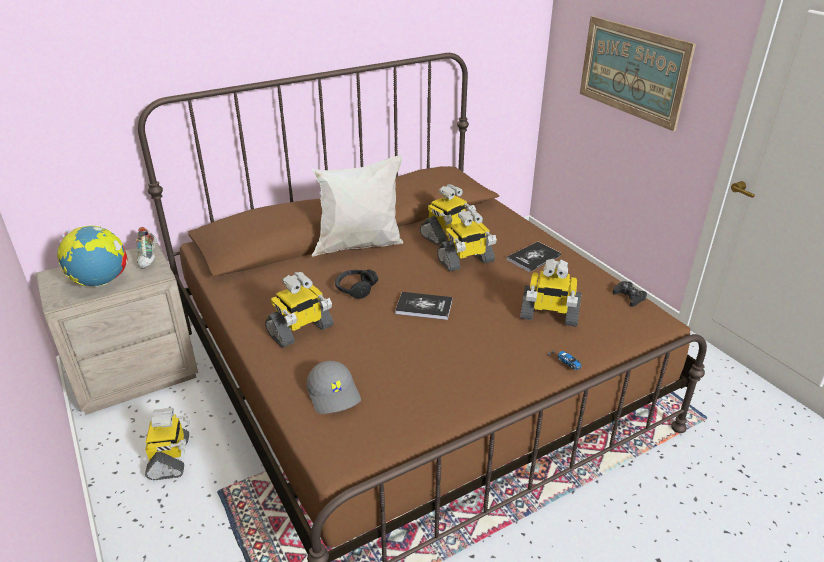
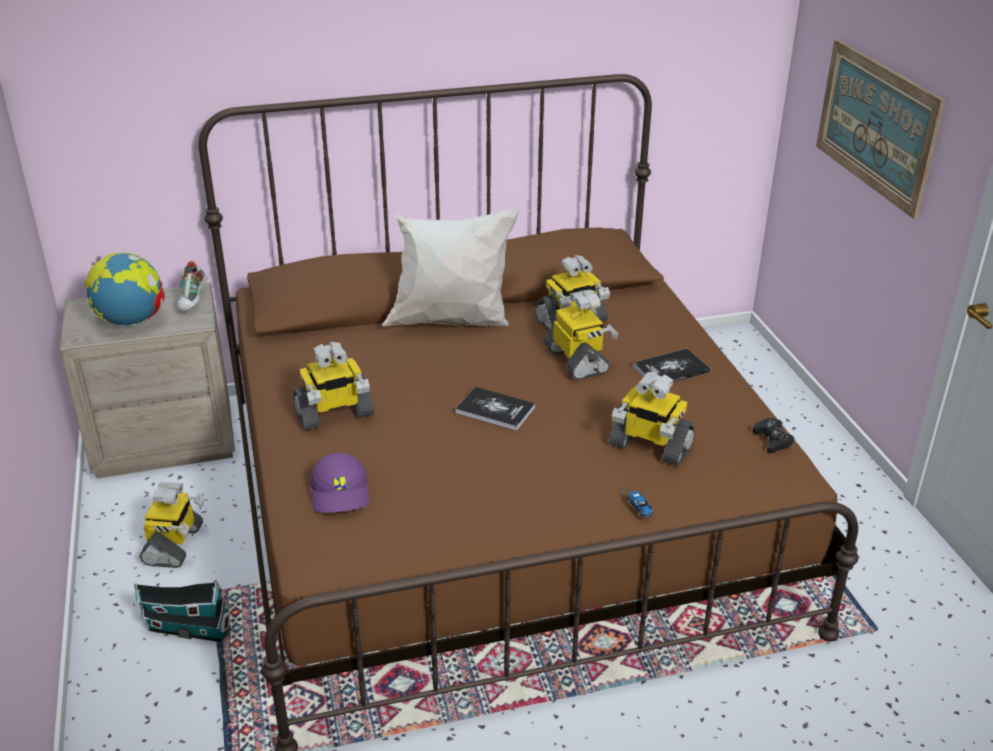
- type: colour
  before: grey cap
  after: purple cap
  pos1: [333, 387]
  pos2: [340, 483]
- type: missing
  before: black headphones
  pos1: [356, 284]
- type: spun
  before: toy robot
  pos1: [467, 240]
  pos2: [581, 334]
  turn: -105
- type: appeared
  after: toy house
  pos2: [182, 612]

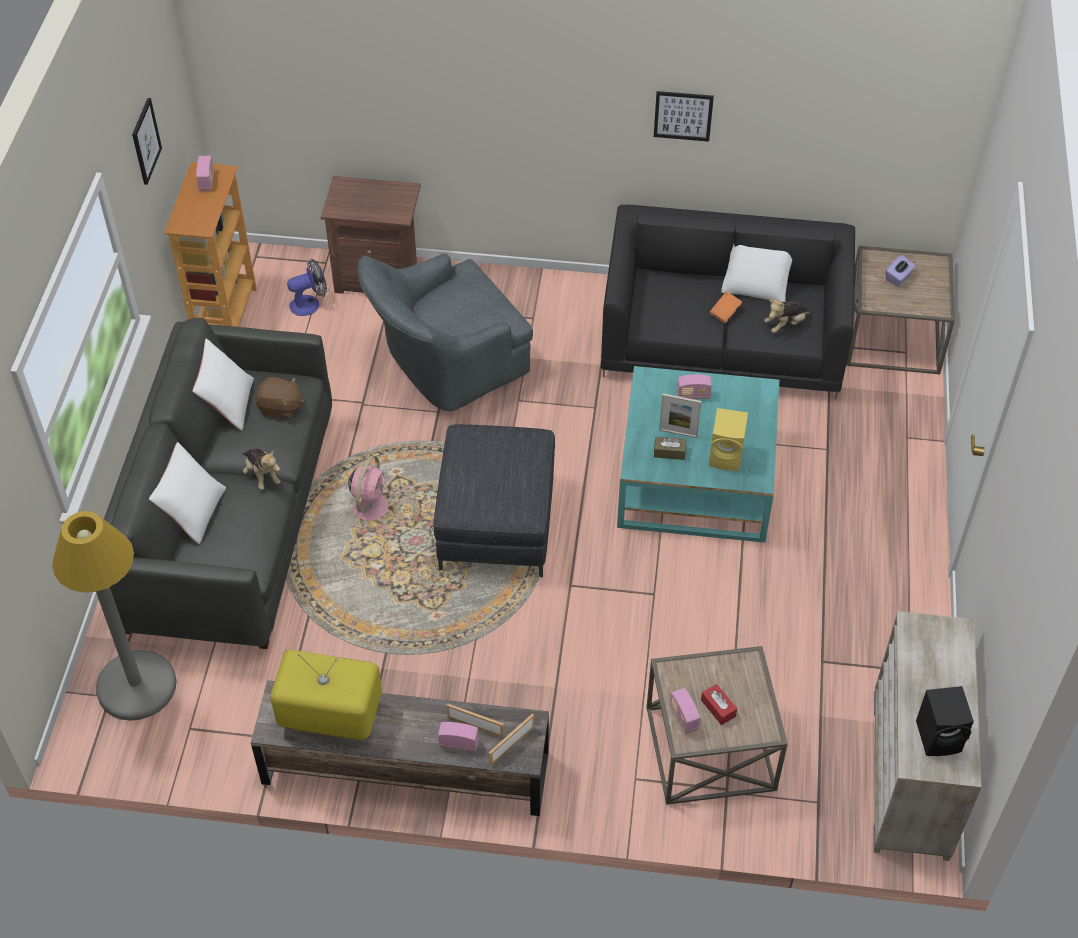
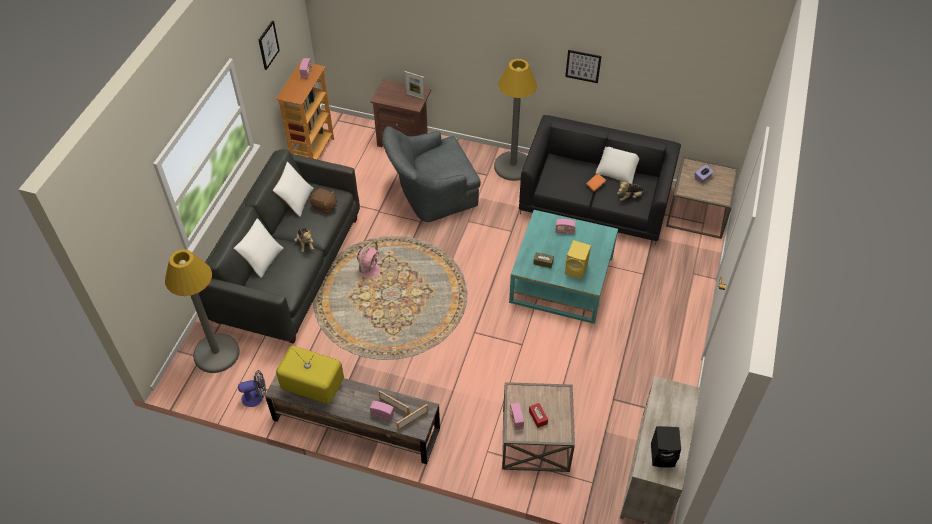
- type: relocated
  before: fan
  pos1: [307, 287]
  pos2: [252, 388]
- type: missing
  before: grey ottoman
  pos1: [494, 500]
- type: relocated
  before: picture frame
  pos1: [680, 415]
  pos2: [415, 85]
- type: appeared
  after: grey floor lamp
  pos2: [515, 120]

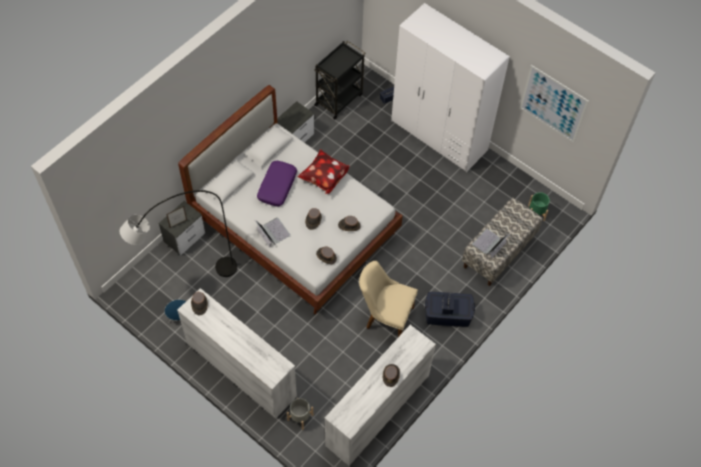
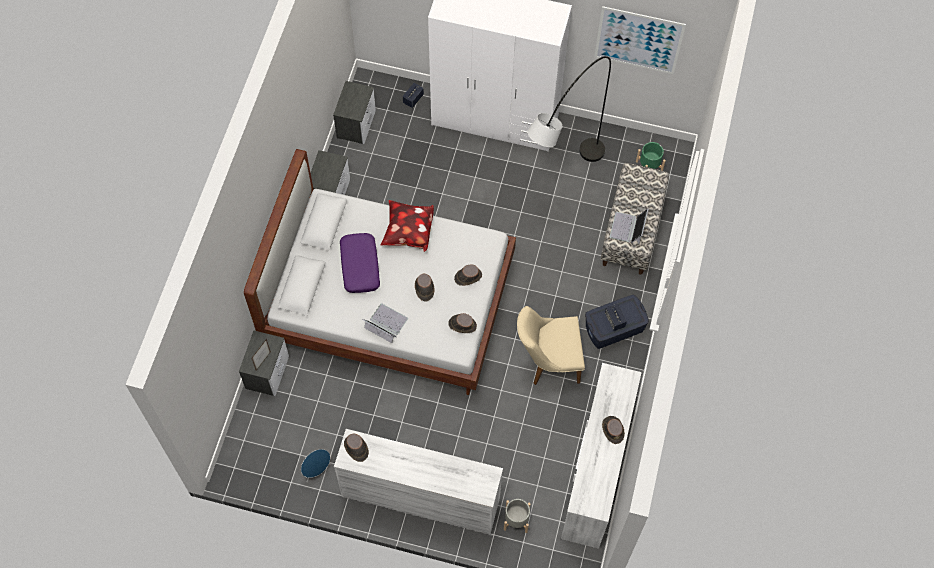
- type: relocated
  before: grey floor lamp
  pos1: [178, 233]
  pos2: [569, 109]
- type: exchanged
  before: black cart
  after: nightstand
  pos1: [339, 80]
  pos2: [354, 112]

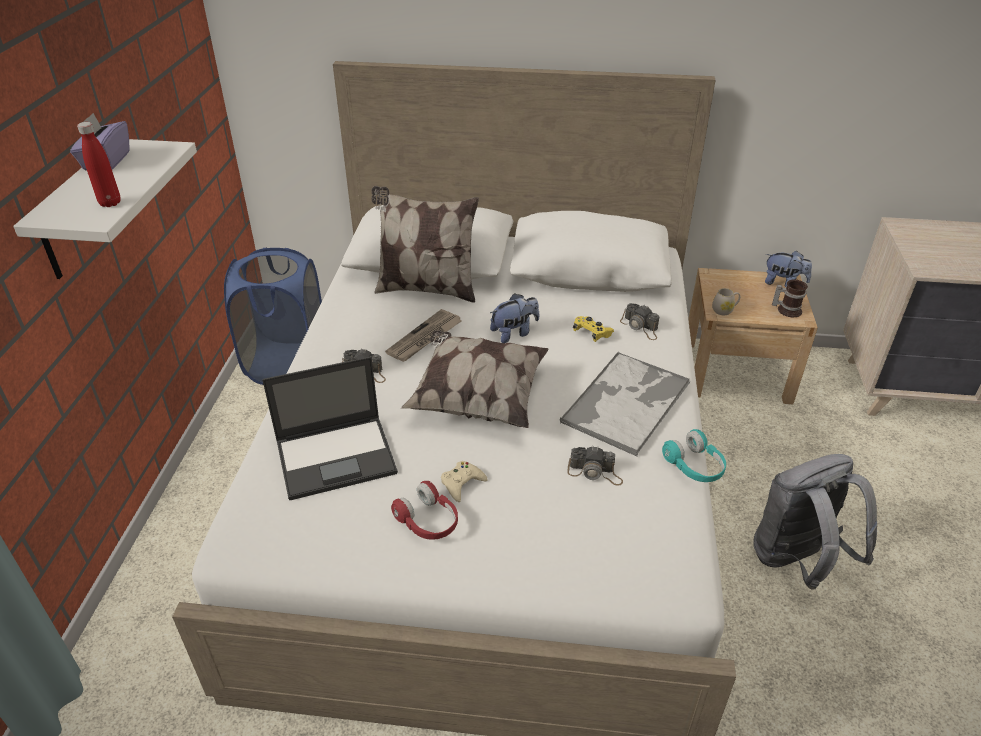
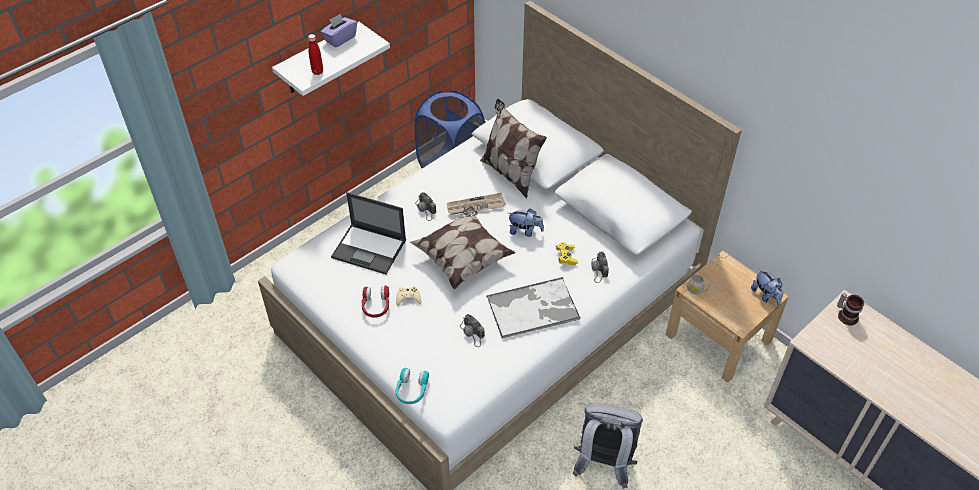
- type: relocated
  before: turquoise headphones
  pos1: [694, 455]
  pos2: [412, 386]
- type: relocated
  before: mug
  pos1: [790, 298]
  pos2: [850, 309]

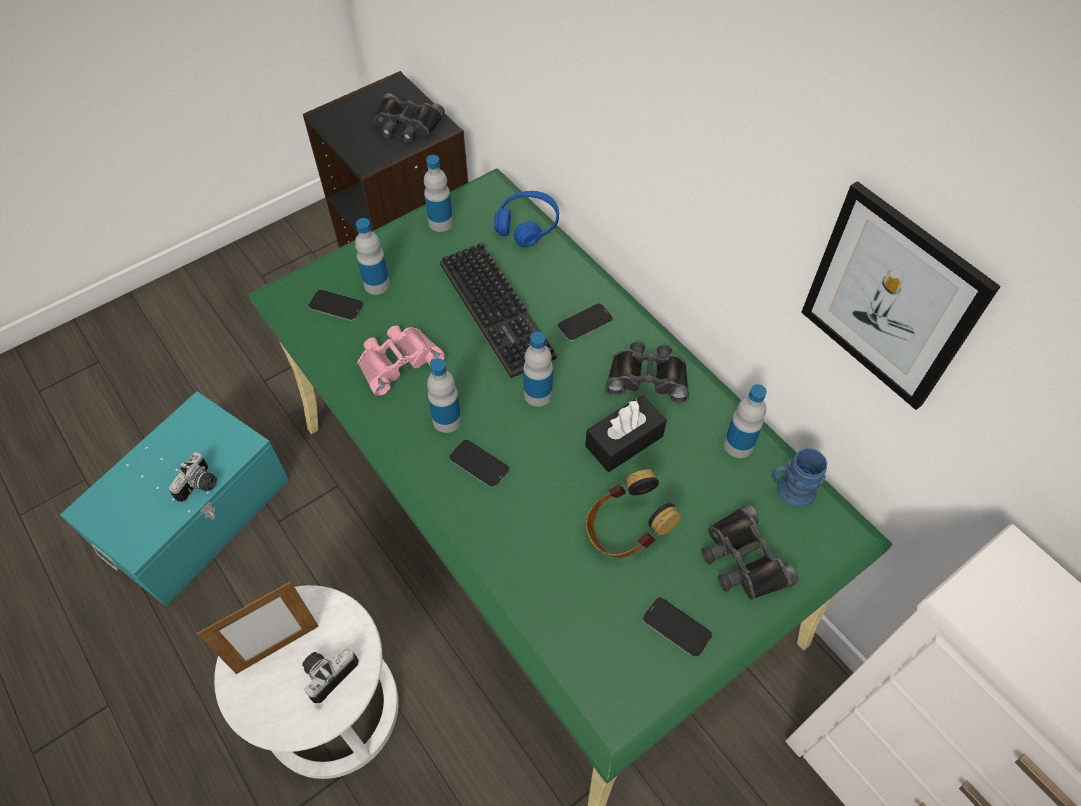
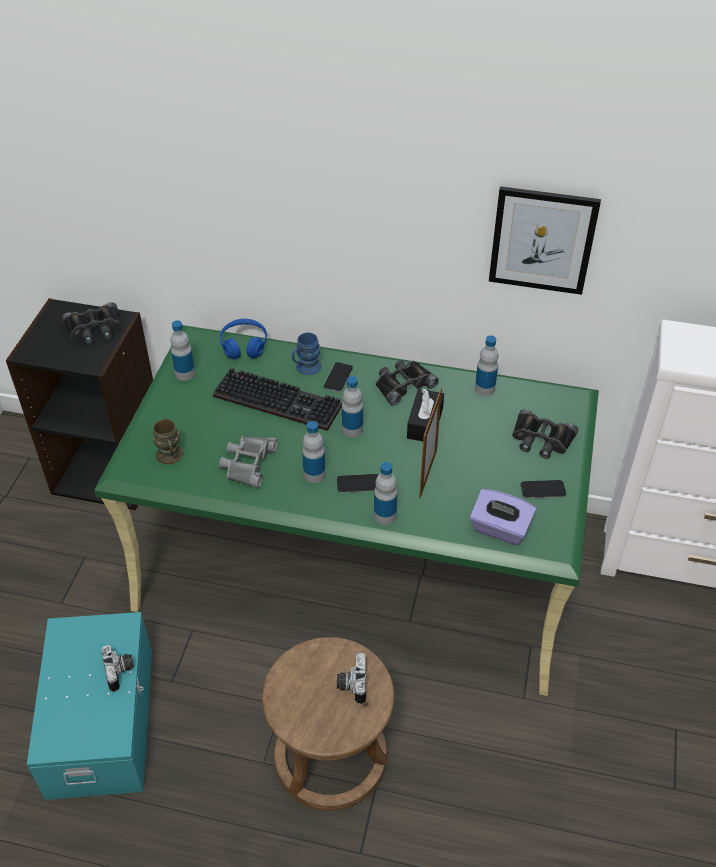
- type: relocated
  before: picture frame
  pos1: [258, 627]
  pos2: [430, 443]
- type: colour
  before: white stool
  after: brown stool
  pos1: [306, 682]
  pos2: [328, 724]
- type: exchanged
  before: phone
  after: brown mug
  pos1: [336, 305]
  pos2: [167, 441]
- type: relocated
  before: bottle
  pos1: [372, 256]
  pos2: [385, 493]
- type: colour
  before: pink binoculars
  after: grey binoculars
  pos1: [401, 360]
  pos2: [248, 462]
- type: missing
  before: headphones
  pos1: [633, 513]
- type: relocated
  before: blue mug
  pos1: [799, 477]
  pos2: [307, 354]
- type: appeared
  after: purple tissue box
  pos2: [503, 517]

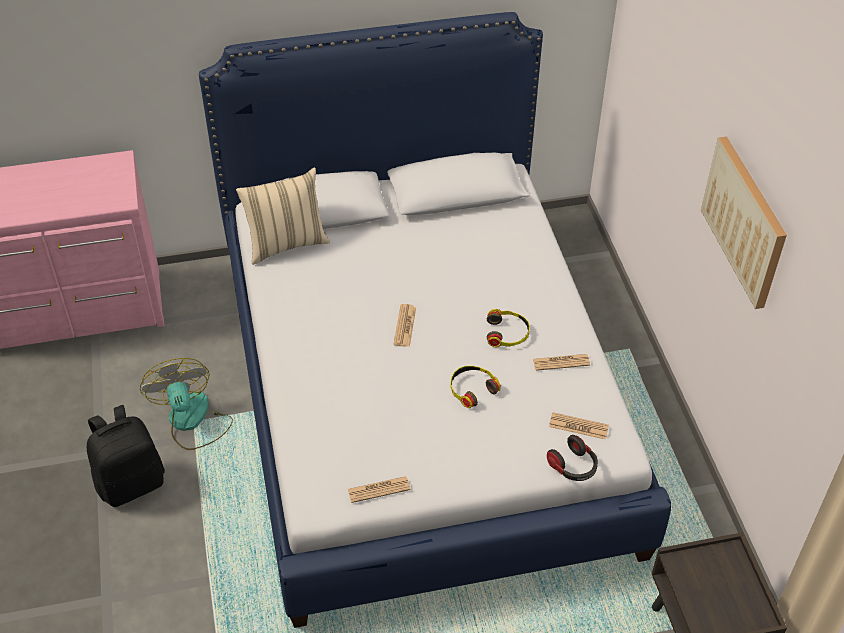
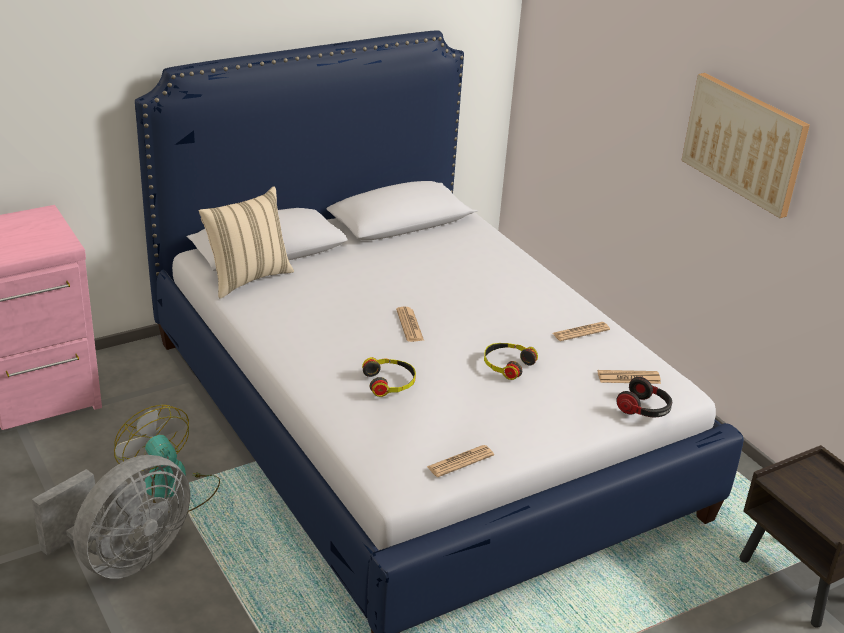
- type: exchanged
  before: black backpack
  after: grey fan
  pos1: [126, 456]
  pos2: [111, 517]
- type: relocated
  before: headphones
  pos1: [508, 328]
  pos2: [389, 377]

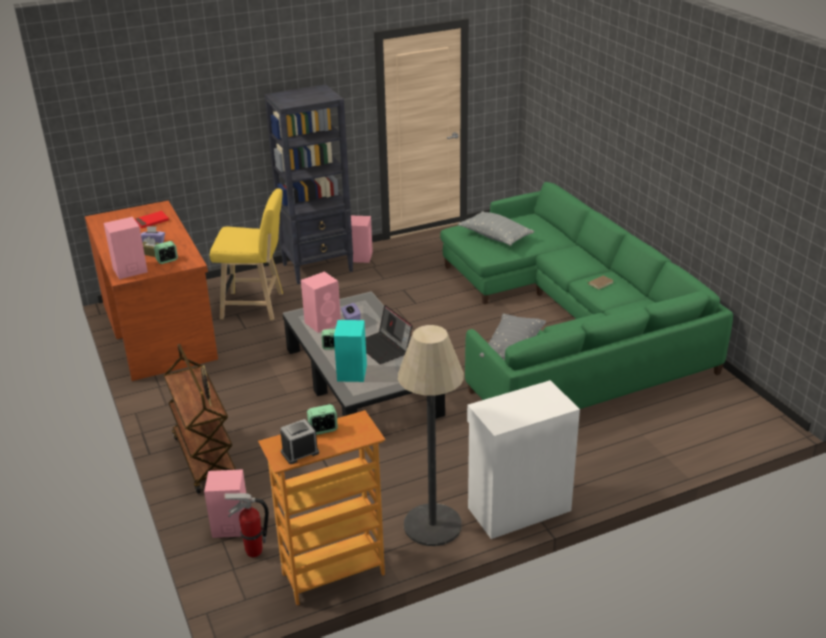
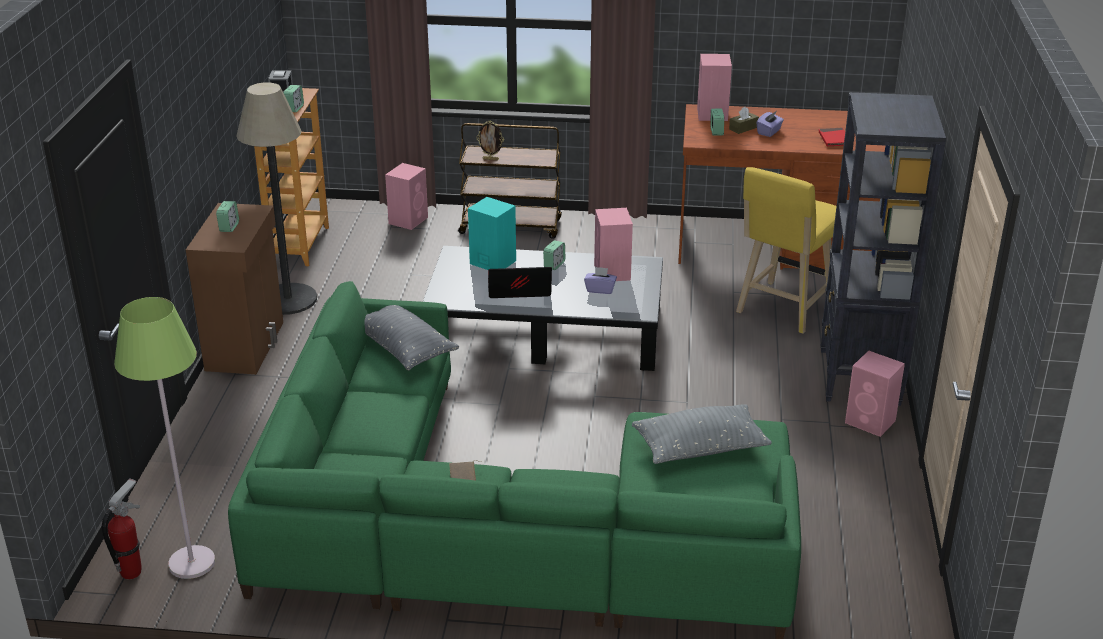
- type: relocated
  before: fire extinguisher
  pos1: [246, 525]
  pos2: [122, 528]
- type: colour
  before: white cabinet
  after: brown cabinet
  pos1: [523, 459]
  pos2: [234, 288]
- type: appeared
  after: green floor lamp
  pos2: [164, 438]
- type: appeared
  after: alarm clock
  pos2: [227, 216]

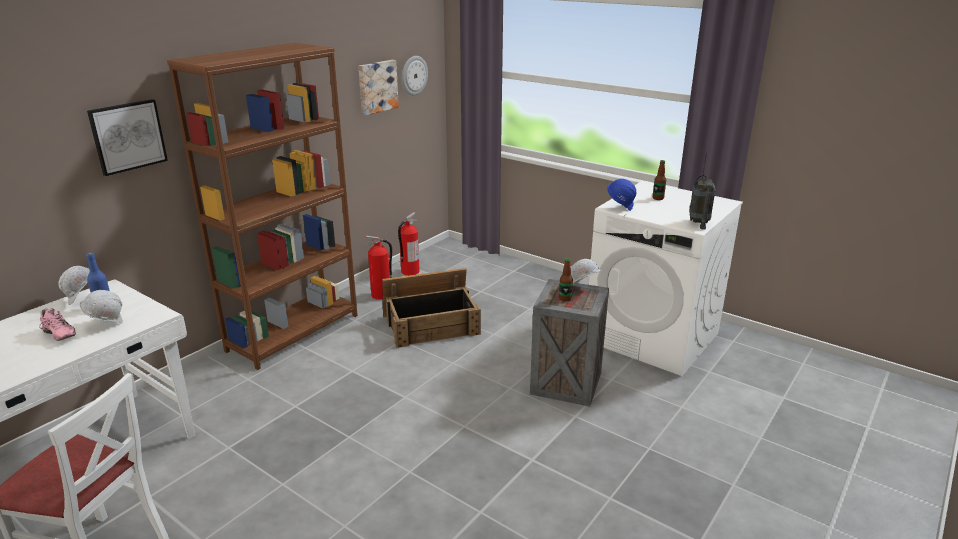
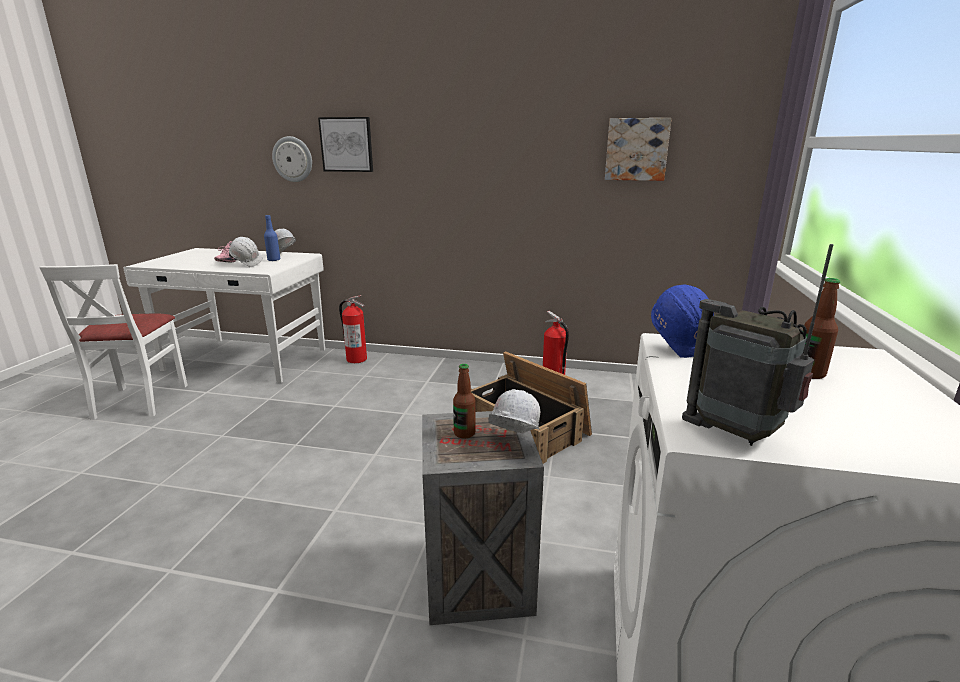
- type: missing
  before: brown bookcase
  pos1: [262, 206]
- type: relocated
  before: fire extinguisher
  pos1: [409, 244]
  pos2: [353, 329]
- type: relocated
  before: wall clock
  pos1: [415, 75]
  pos2: [292, 159]
- type: spun
  before: radio
  pos1: [702, 191]
  pos2: [757, 345]
  turn: 60

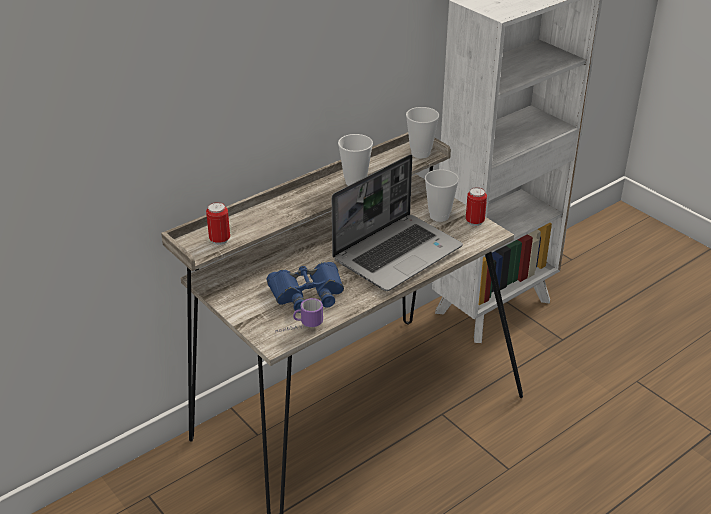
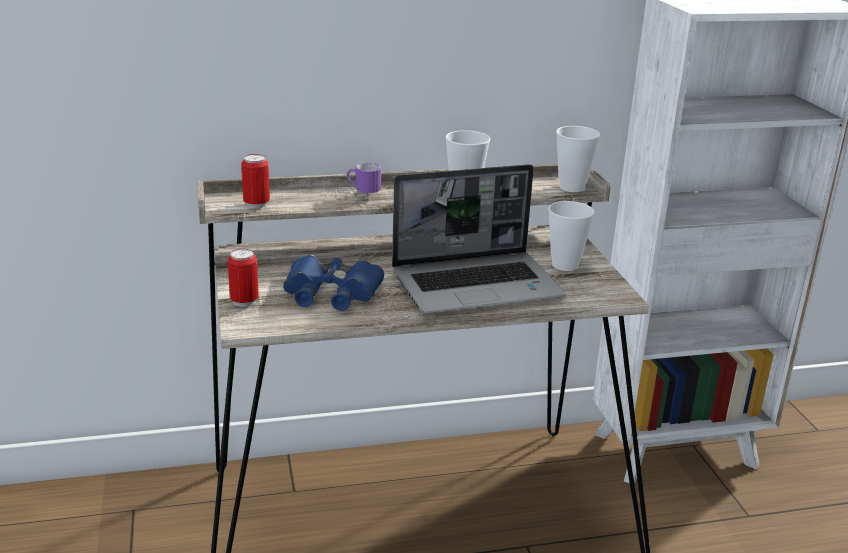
- type: relocated
  before: mug
  pos1: [300, 315]
  pos2: [353, 179]
- type: relocated
  before: can
  pos1: [476, 206]
  pos2: [243, 278]

